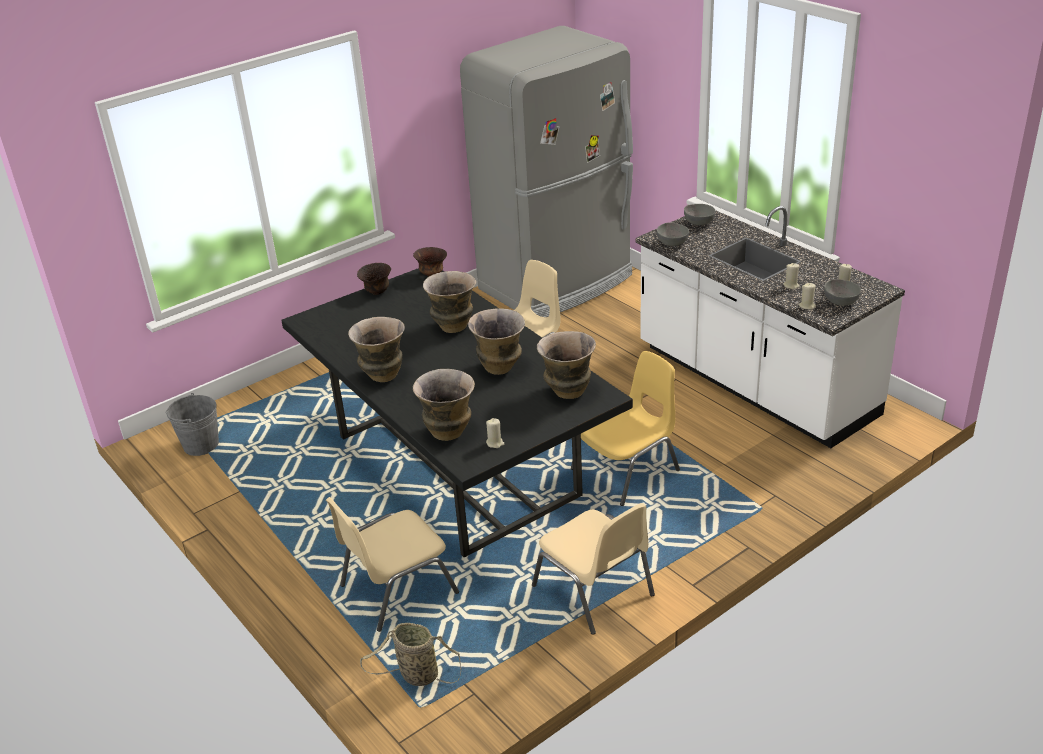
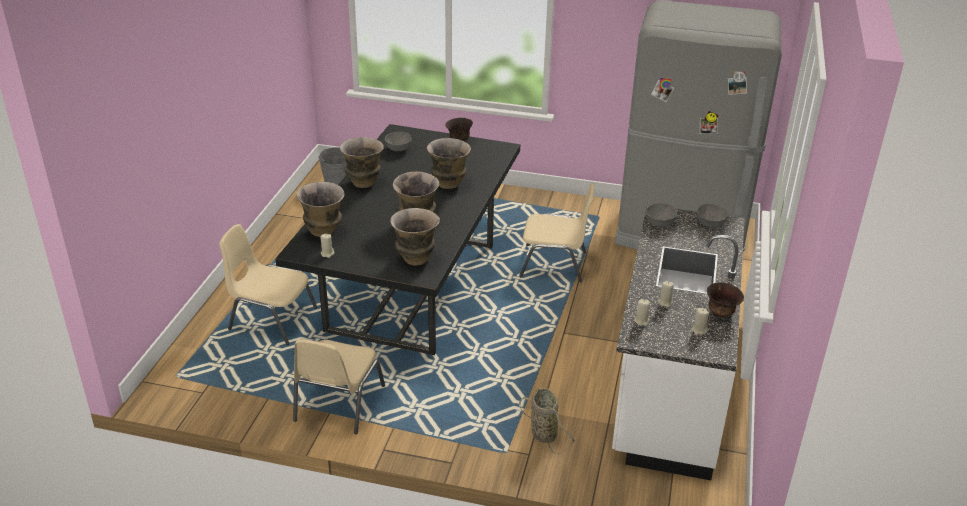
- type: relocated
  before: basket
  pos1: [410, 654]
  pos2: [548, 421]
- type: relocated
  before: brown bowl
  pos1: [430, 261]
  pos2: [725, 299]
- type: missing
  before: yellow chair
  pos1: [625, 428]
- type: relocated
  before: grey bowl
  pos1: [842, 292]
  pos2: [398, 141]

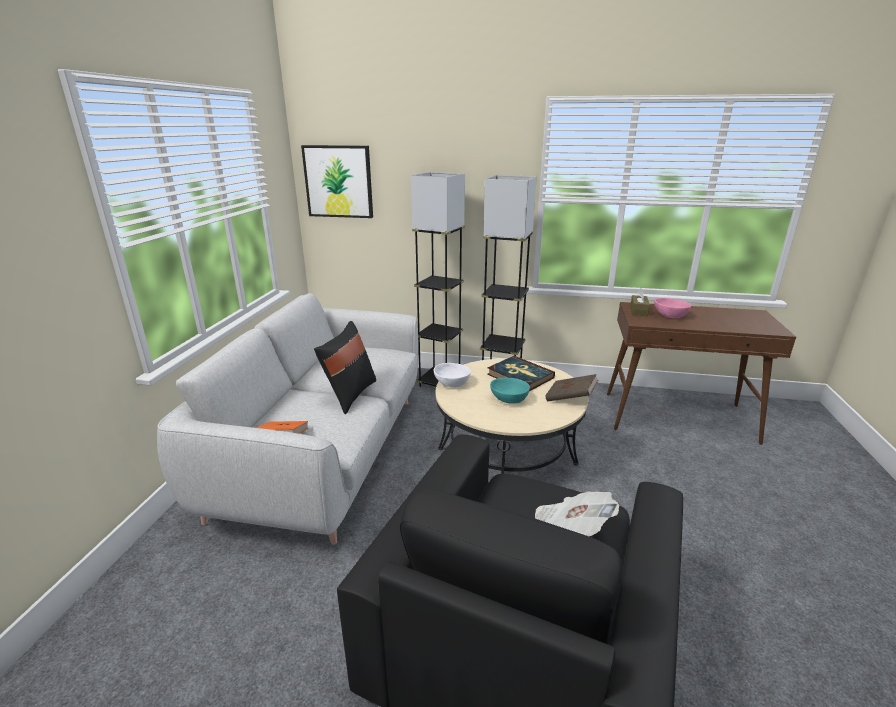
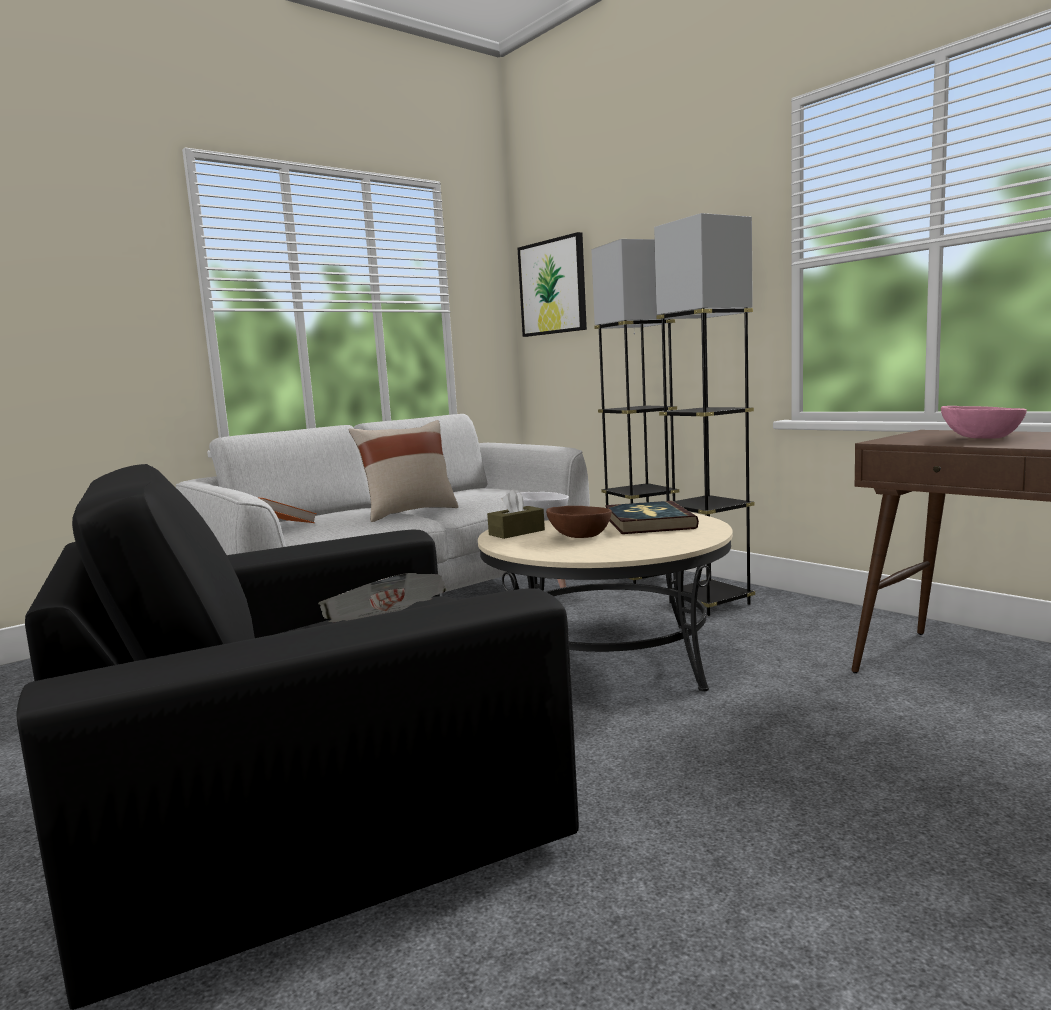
- type: colour
  before: black pillow
  after: beige pillow
  pos1: [345, 367]
  pos2: [403, 471]
- type: colour
  before: turquoise bowl
  after: brown bowl
  pos1: [510, 390]
  pos2: [579, 522]
- type: missing
  before: brown book
  pos1: [571, 387]
- type: relocated
  before: brown tissue box
  pos1: [640, 302]
  pos2: [516, 514]

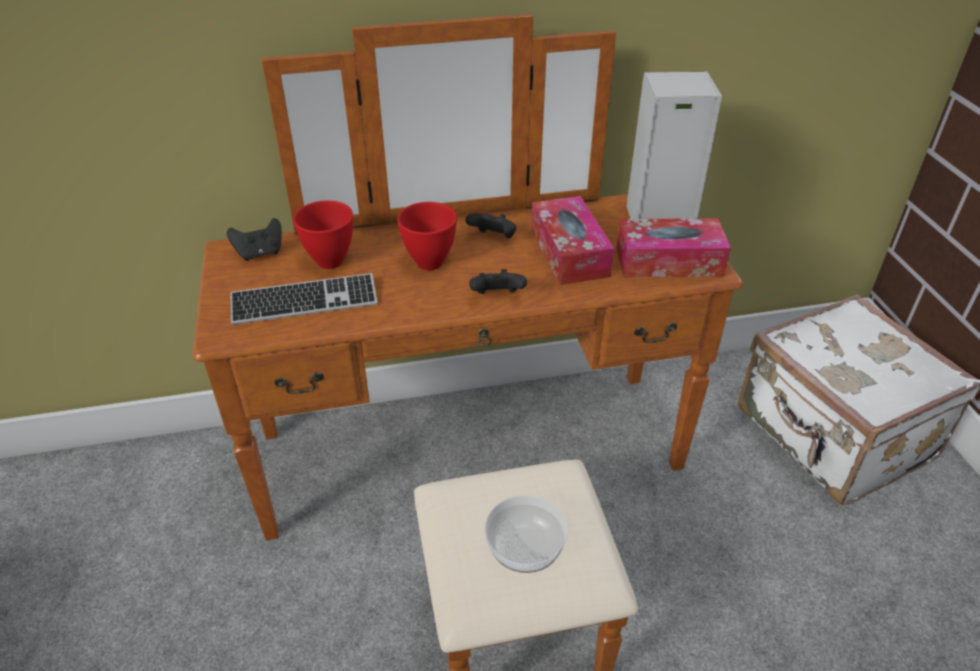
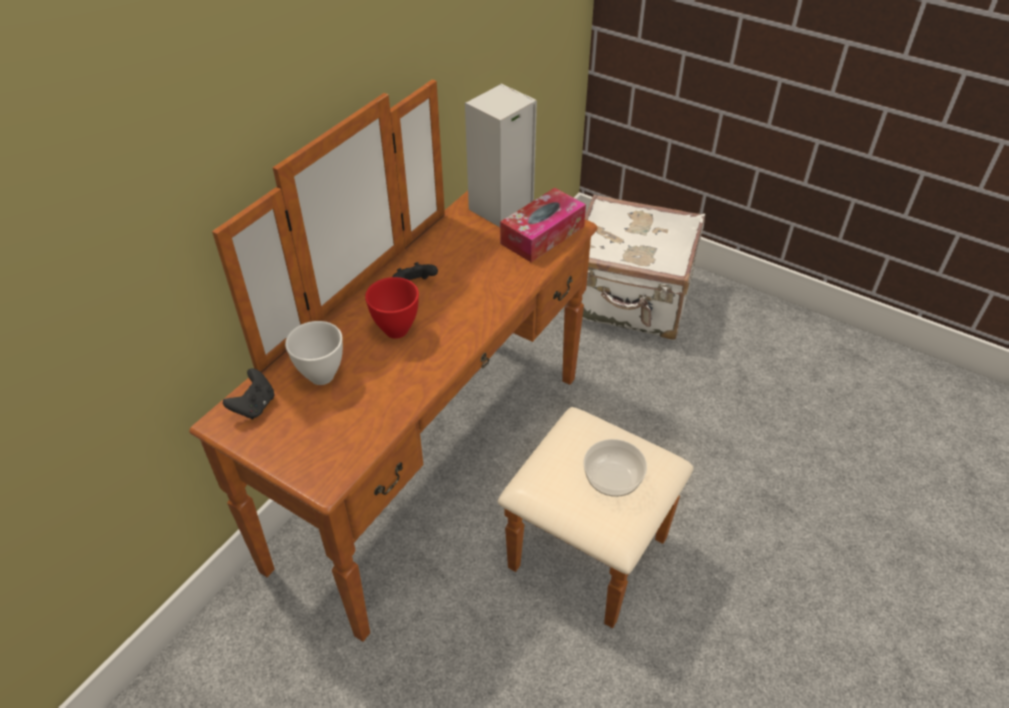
- type: missing
  before: keyboard
  pos1: [304, 299]
- type: colour
  before: red bowl
  after: white bowl
  pos1: [323, 235]
  pos2: [314, 353]
- type: missing
  before: black game controller
  pos1: [498, 281]
- type: missing
  before: tissue box
  pos1: [572, 240]

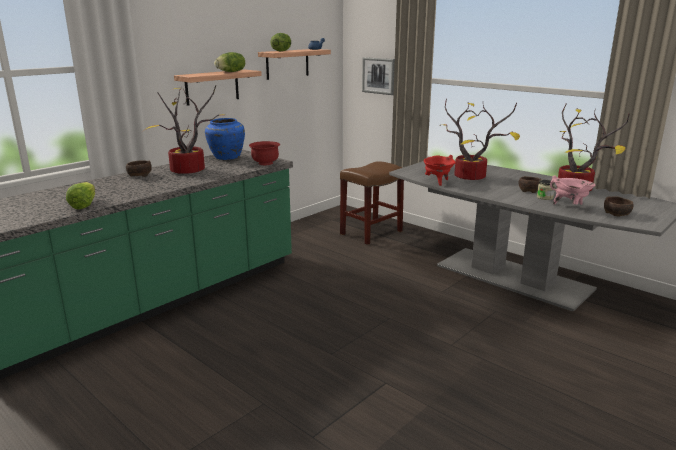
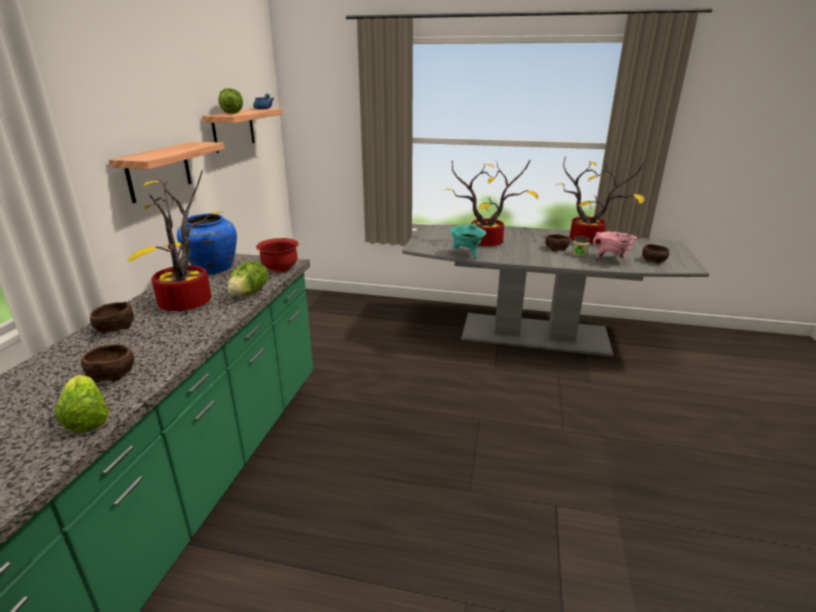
- type: relocated
  before: lettuce
  pos1: [229, 62]
  pos2: [247, 278]
- type: missing
  before: brown stool
  pos1: [372, 203]
- type: missing
  before: picture
  pos1: [378, 76]
- type: colour
  before: red cooking pot
  after: turquoise cooking pot
  pos1: [440, 170]
  pos2: [468, 241]
- type: appeared
  after: brown bowl
  pos2: [107, 363]

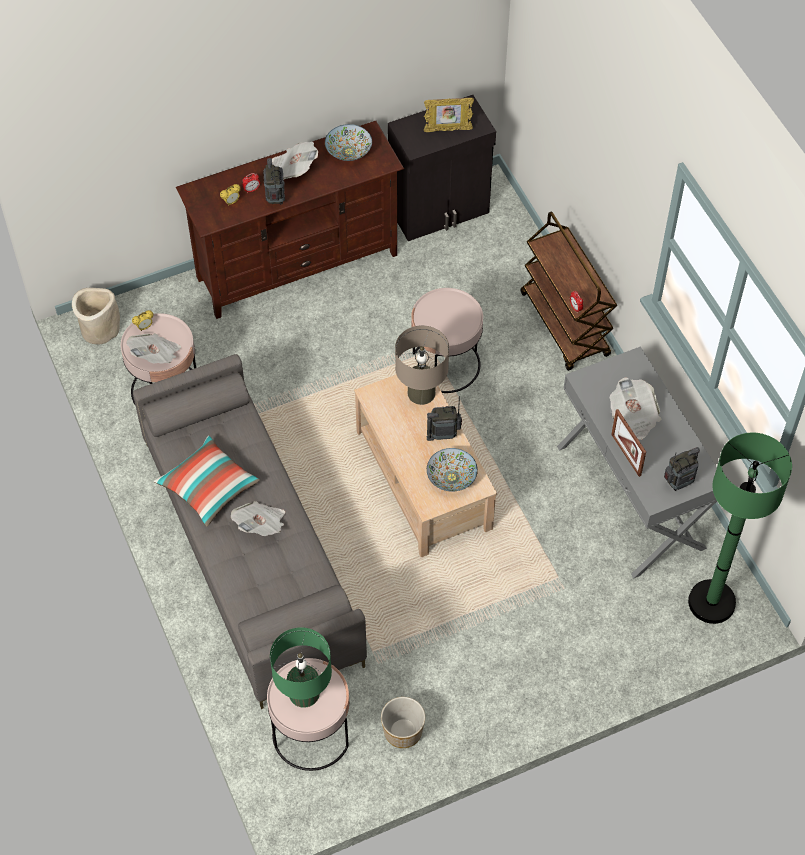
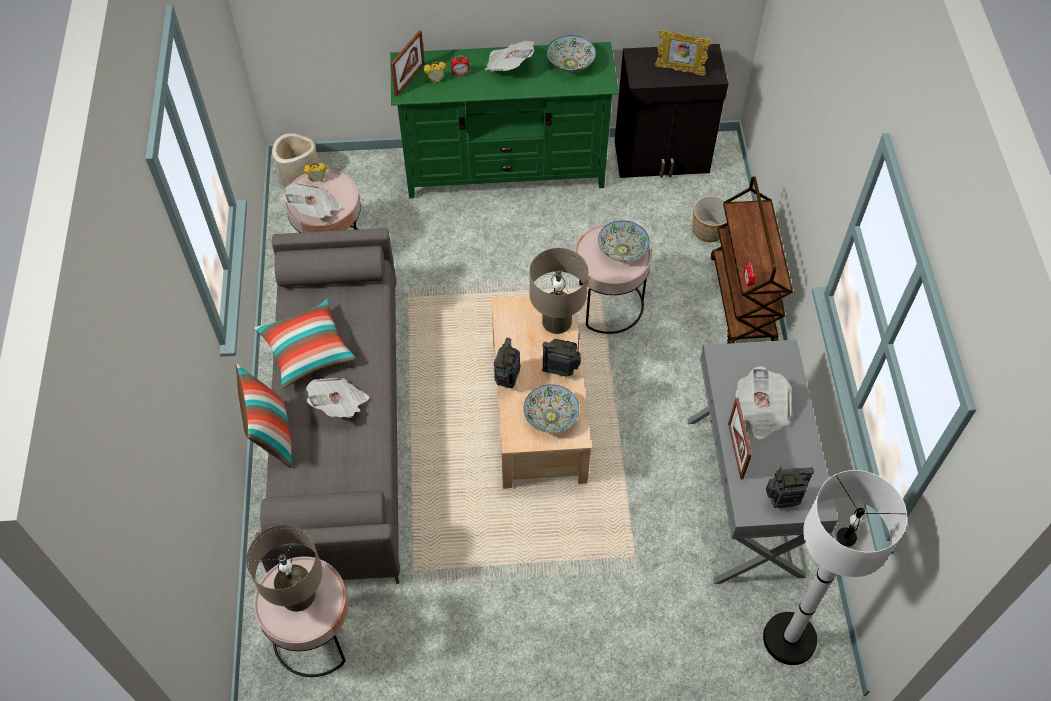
- type: colour
  before: brown tv stand
  after: green tv stand
  pos1: [290, 220]
  pos2: [504, 120]
- type: relocated
  before: radio
  pos1: [274, 181]
  pos2: [507, 362]
- type: colour
  before: green table lamp
  after: beige table lamp
  pos1: [301, 667]
  pos2: [284, 568]
- type: relocated
  before: planter
  pos1: [403, 722]
  pos2: [710, 218]
- type: colour
  before: green floor lamp
  after: white floor lamp
  pos1: [740, 528]
  pos2: [835, 567]
- type: appeared
  after: pillow
  pos2: [264, 416]
- type: appeared
  after: picture frame
  pos2: [408, 63]
- type: appeared
  after: bowl
  pos2: [623, 241]

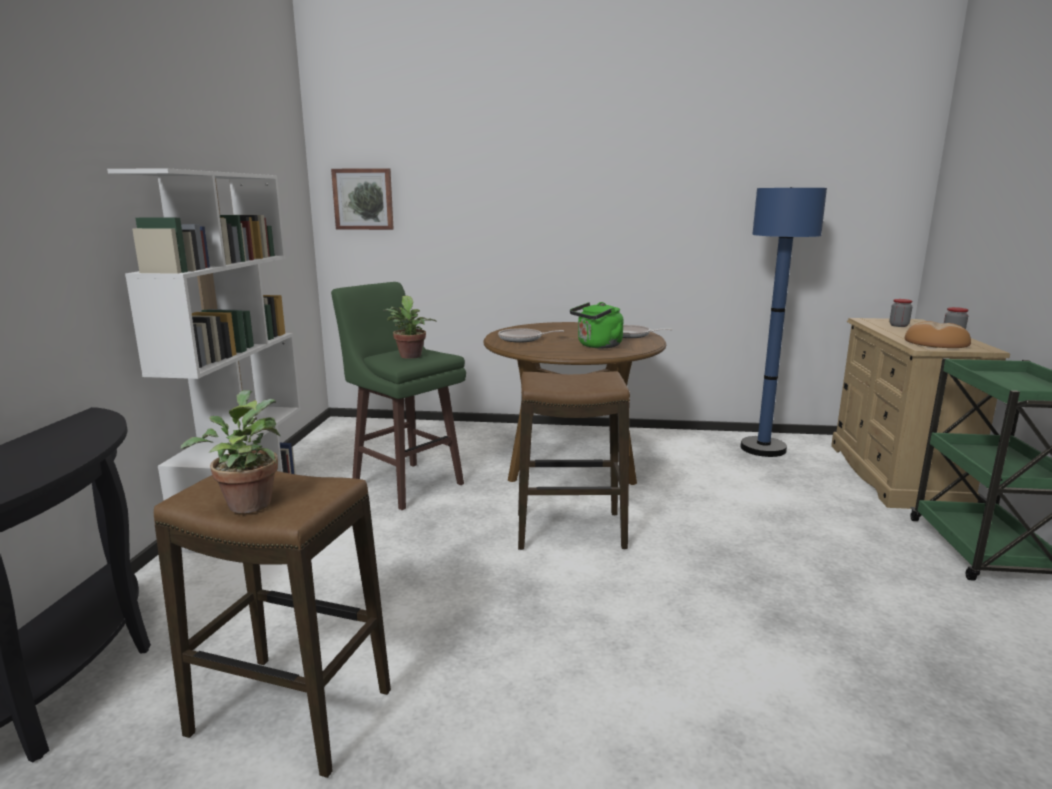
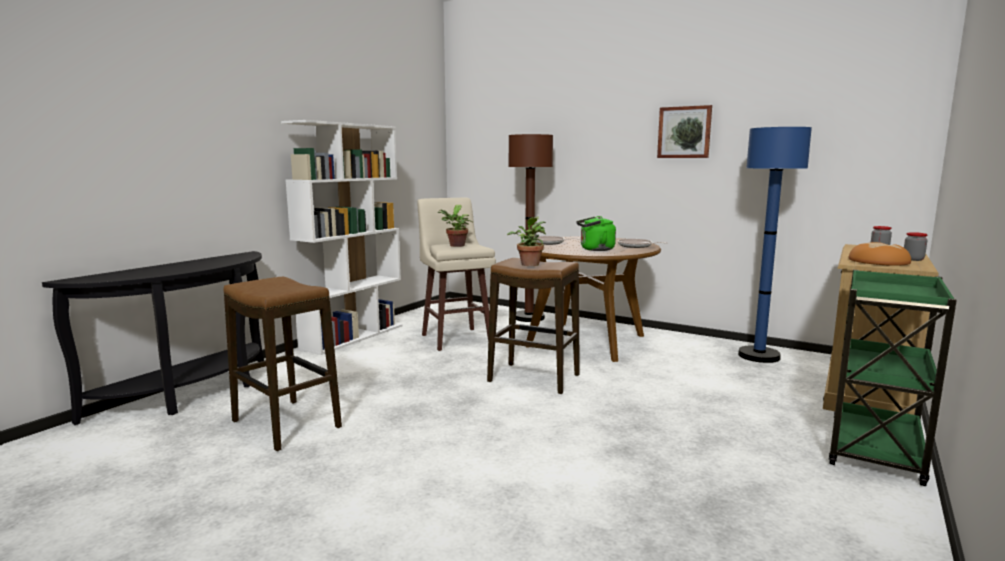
- type: relocated
  before: potted plant
  pos1: [230, 451]
  pos2: [526, 241]
- type: relocated
  before: picture
  pos1: [362, 199]
  pos2: [684, 131]
- type: colour
  before: green stool
  after: beige stool
  pos1: [398, 396]
  pos2: [456, 274]
- type: appeared
  after: brown floor lamp
  pos2: [531, 228]

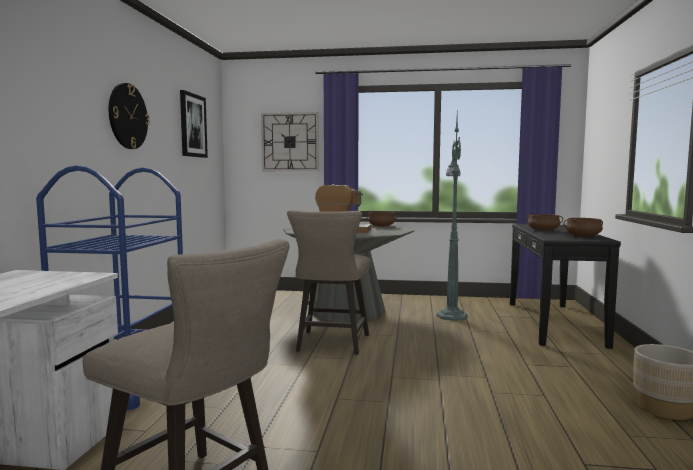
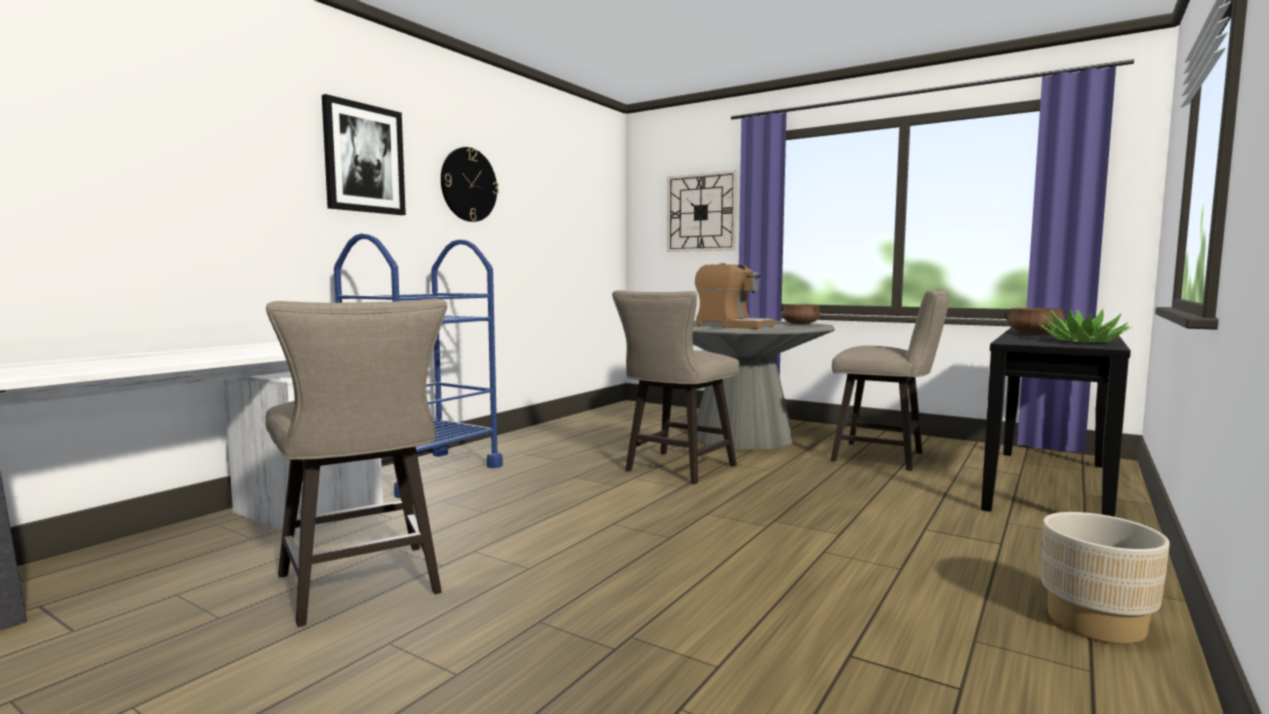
- type: relocated
  before: picture
  pos1: [194, 124]
  pos2: [364, 154]
- type: exchanged
  before: green floor lamp
  after: beige stool
  pos1: [452, 218]
  pos2: [890, 380]
- type: exchanged
  before: brown cooking pot
  after: potted plant
  pos1: [583, 227]
  pos2: [1085, 325]

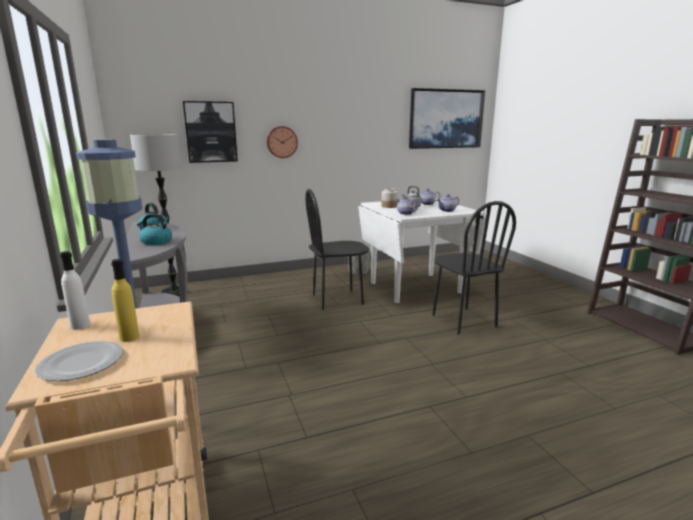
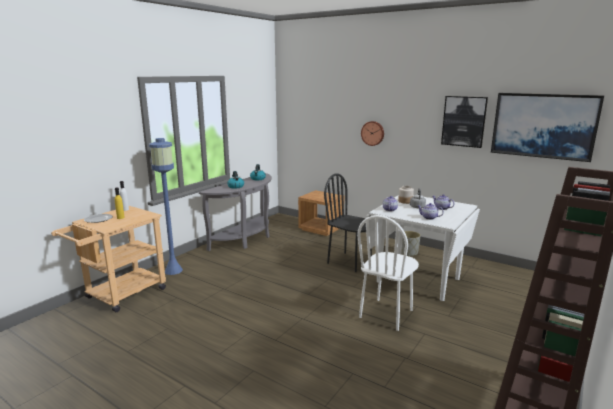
- type: missing
  before: floor lamp
  pos1: [159, 215]
- type: relocated
  before: picture
  pos1: [210, 132]
  pos2: [464, 122]
- type: colour
  before: black chair
  after: white chair
  pos1: [474, 268]
  pos2: [388, 273]
- type: appeared
  after: brown nightstand
  pos2: [321, 213]

